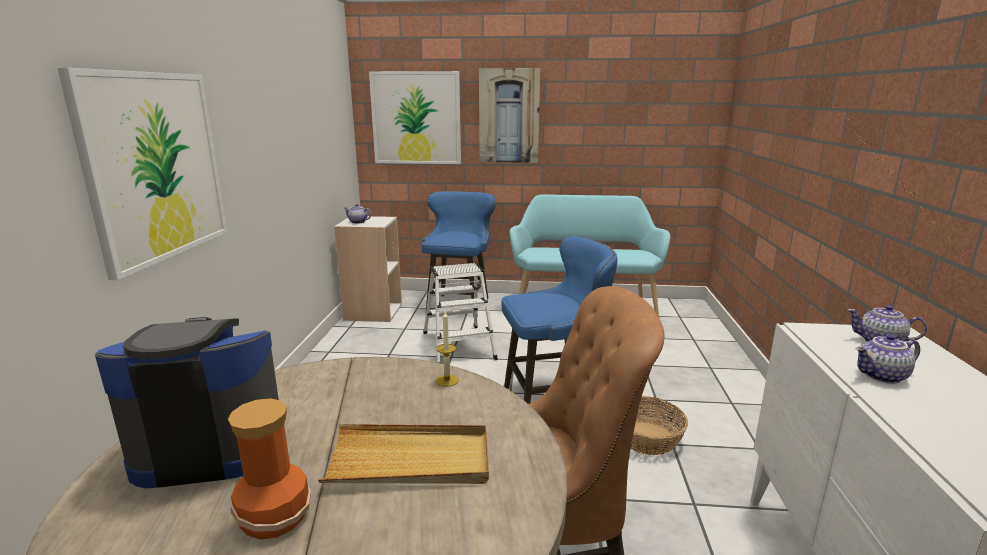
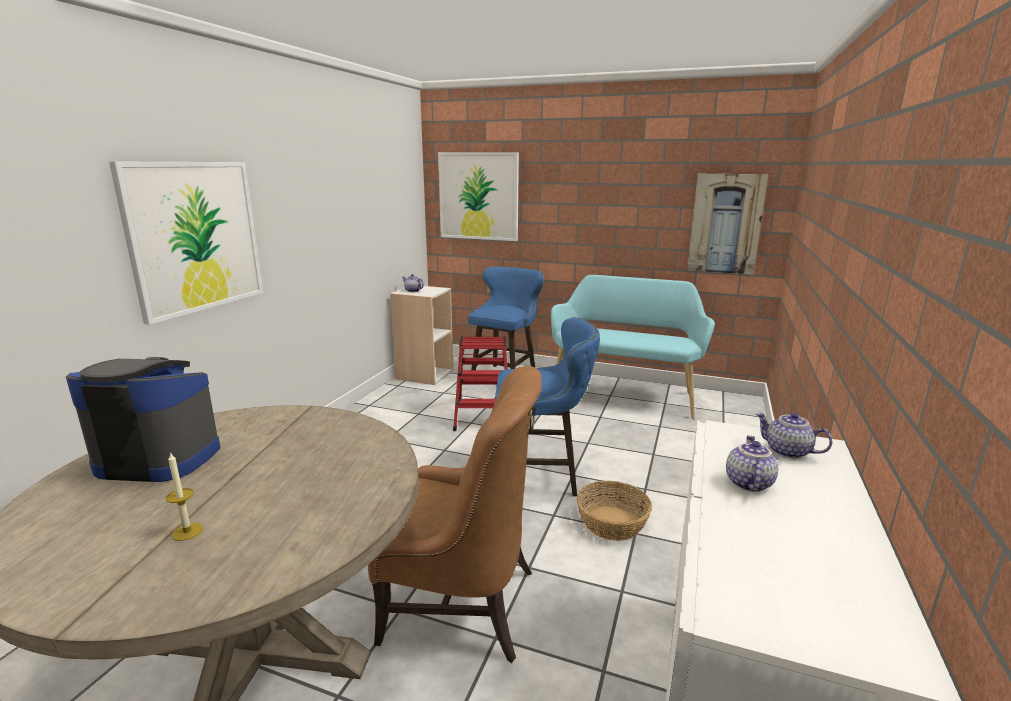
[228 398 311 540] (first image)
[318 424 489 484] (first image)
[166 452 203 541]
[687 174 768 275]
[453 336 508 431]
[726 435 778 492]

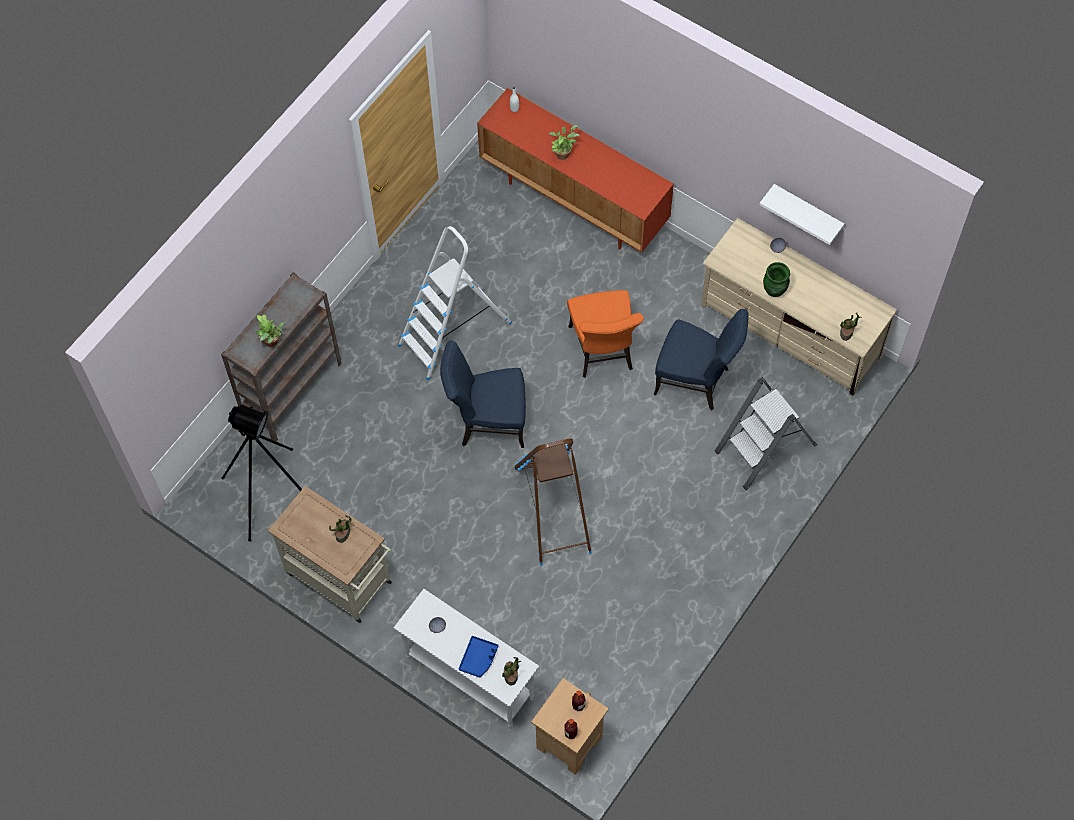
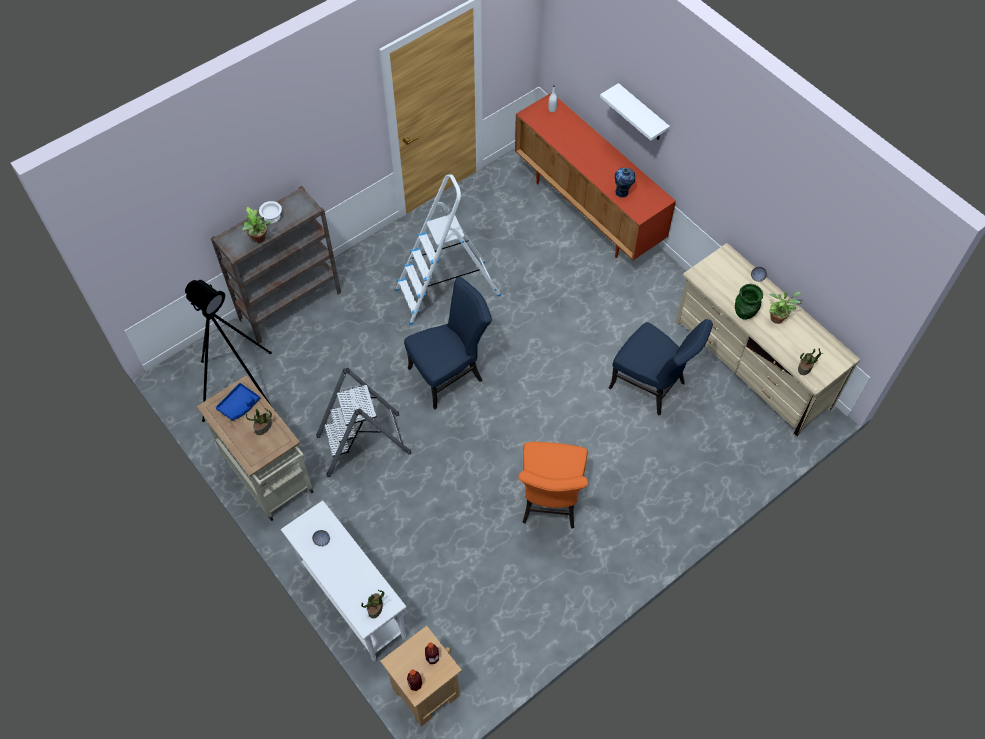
[514 438 592 566] (first image)
[259 201 282 224]
[615 168 635 197]
[216 383 261 420]
[769 291 803 324]
[518 442 588 529]
[316 368 412 477]
[600 83 670 140]
[404 277 492 410]

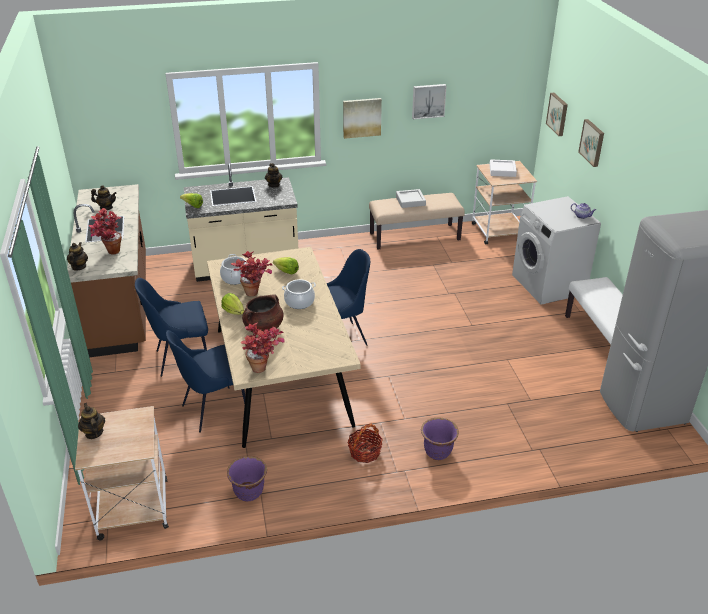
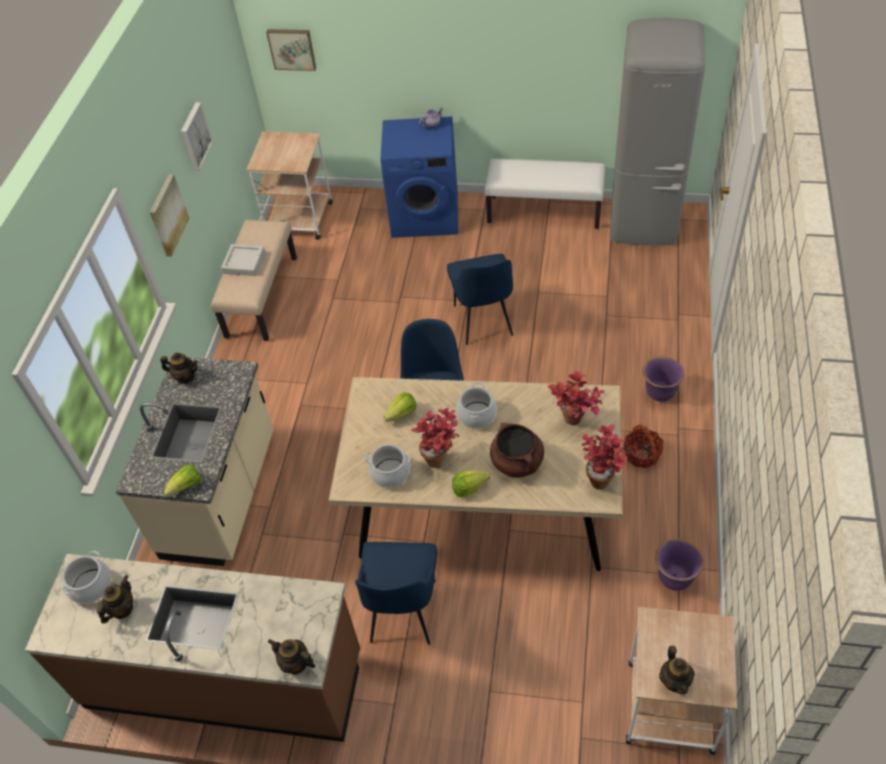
[489 159 517 177] (first image)
[578 119 604 167] (first image)
[62 551 111 604]
[548 371 605 425]
[447 254 513 345]
[380 117 458 238]
[659 646 695 694]

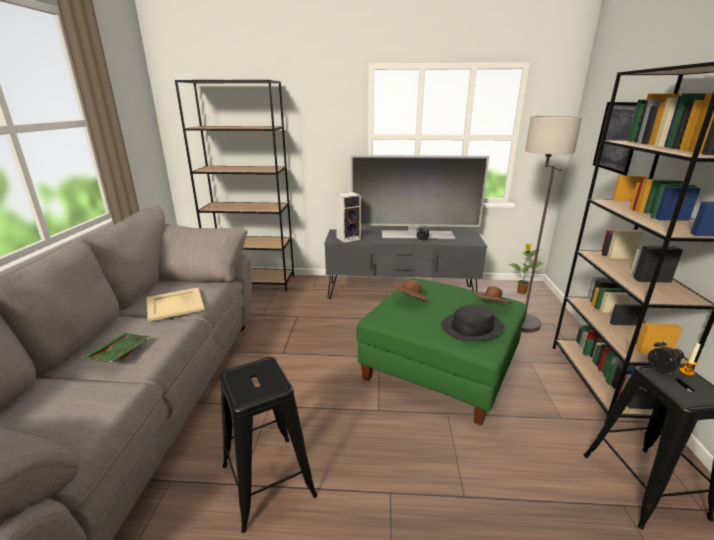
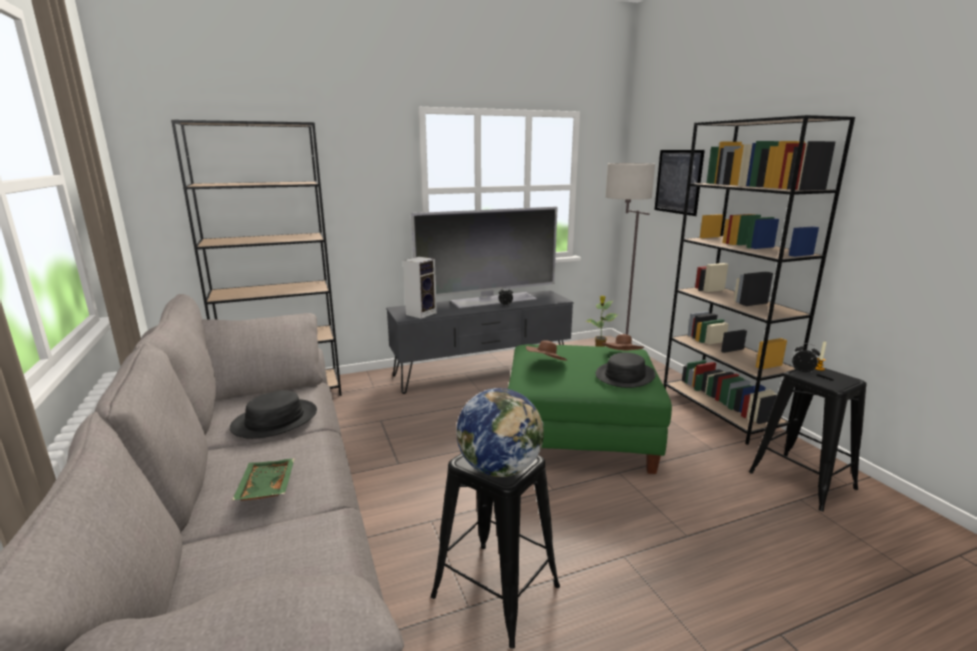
[456 388 544 477]
[230 390 317 439]

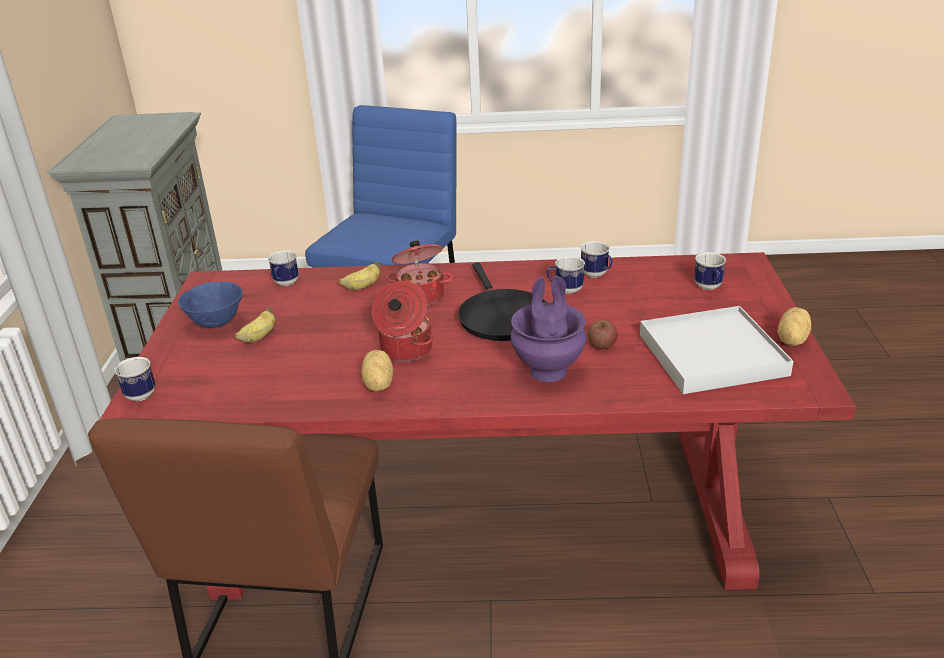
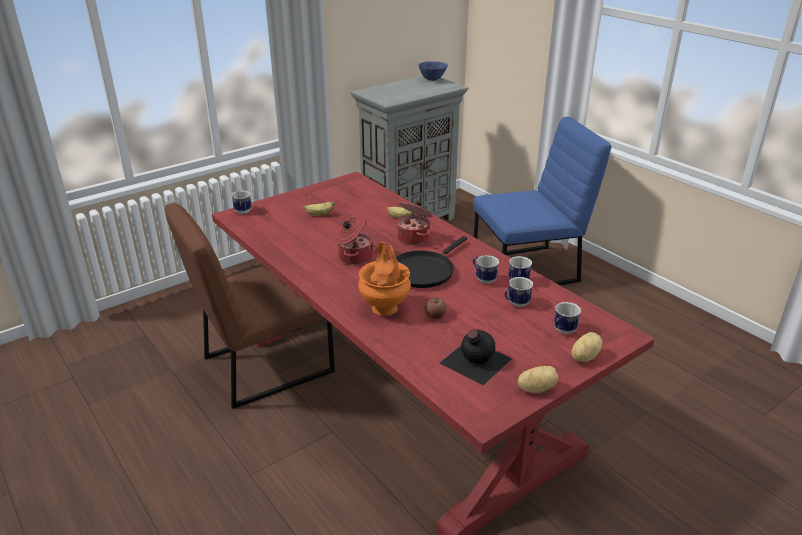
[418 61 448 81]
[505 277 533 307]
[571 332 603 362]
[440 329 512 385]
[358 242 411 316]

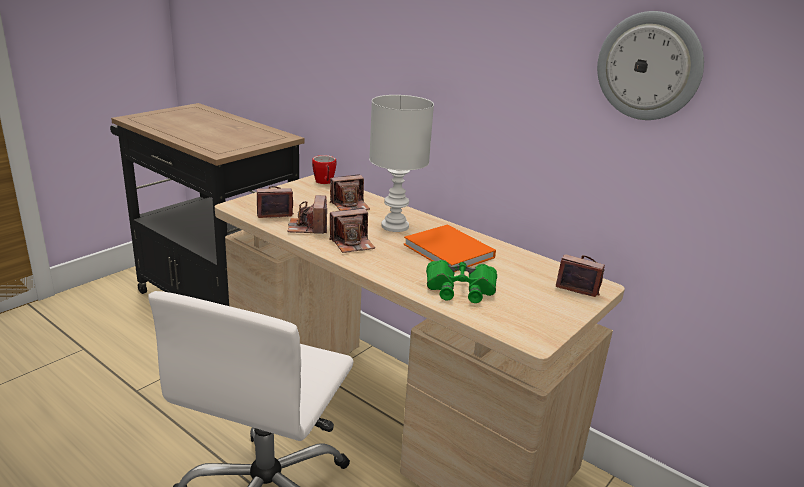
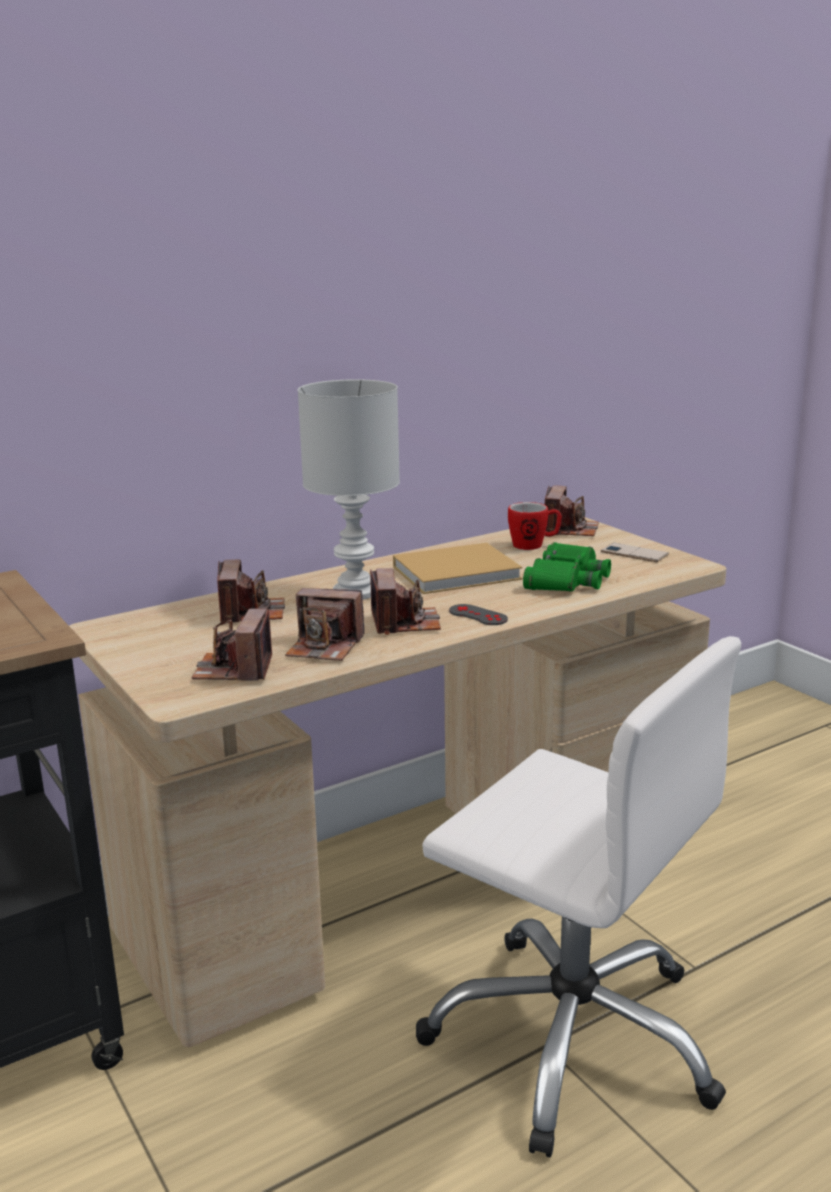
[597 11 704 120] (first image)
[449 604 508 625]
[601 543 669 562]
[508 502 562 550]
[393 543 523 594]
[545 485 599 536]

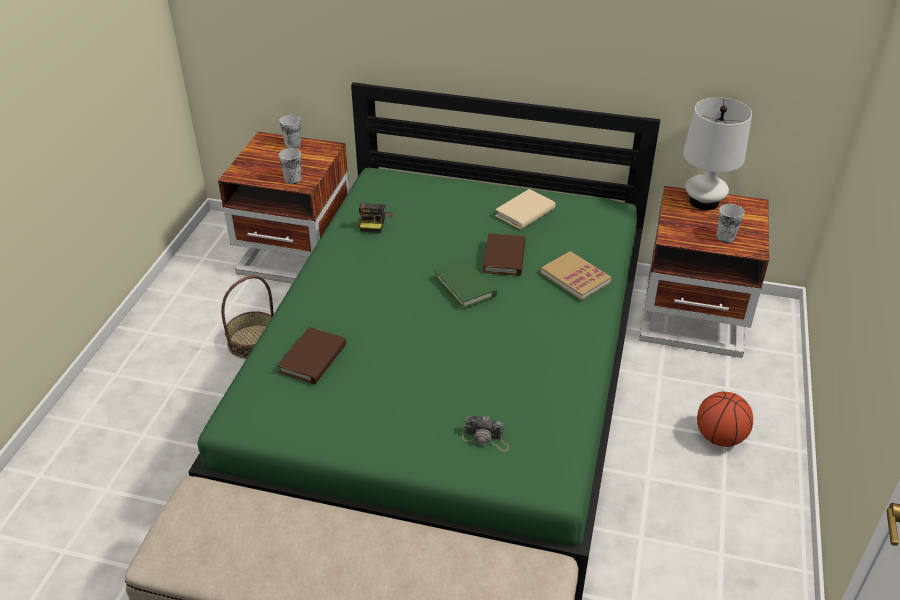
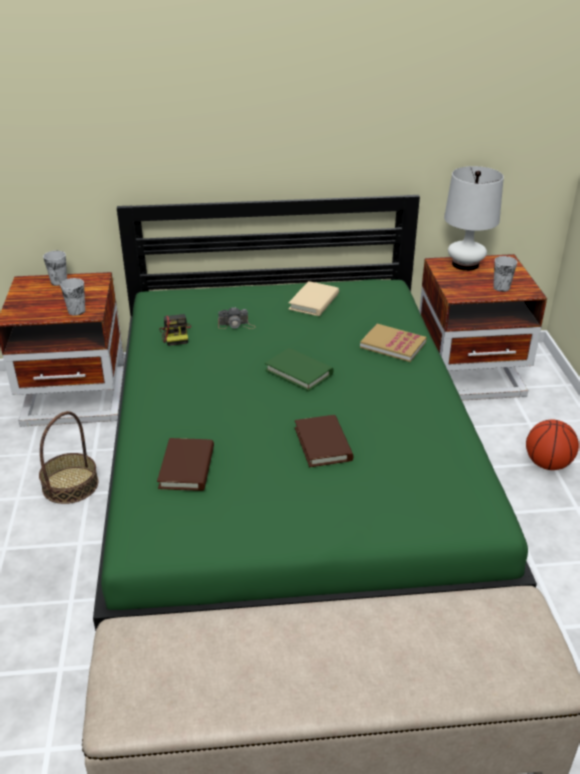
[218 307 256 329]
[295 415 354 467]

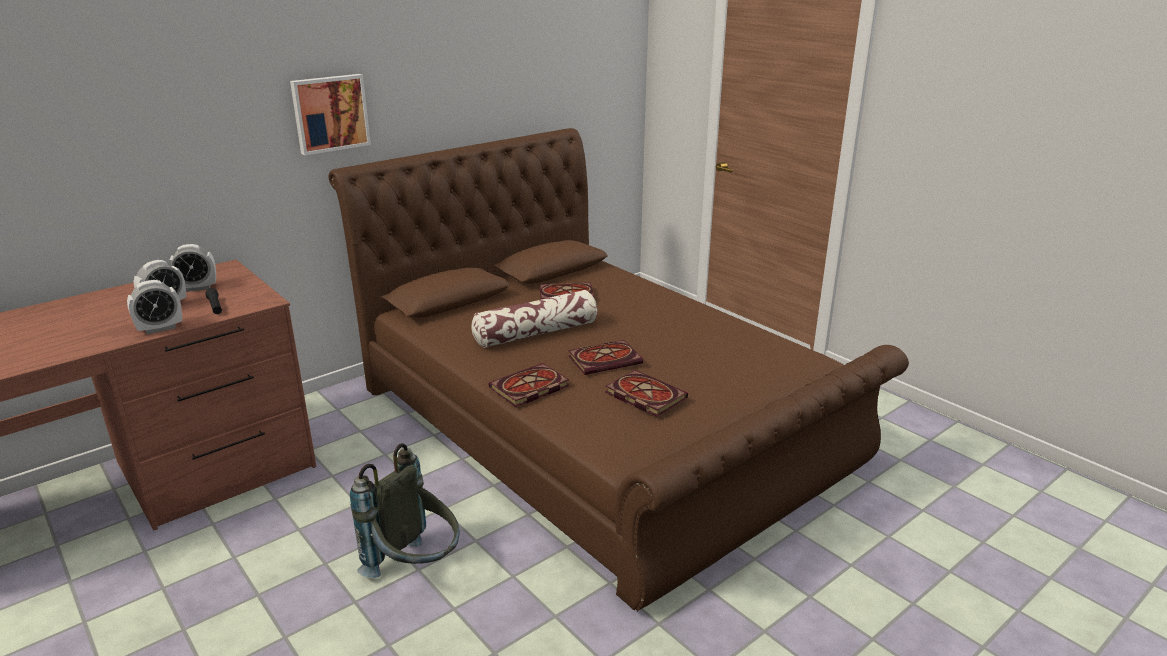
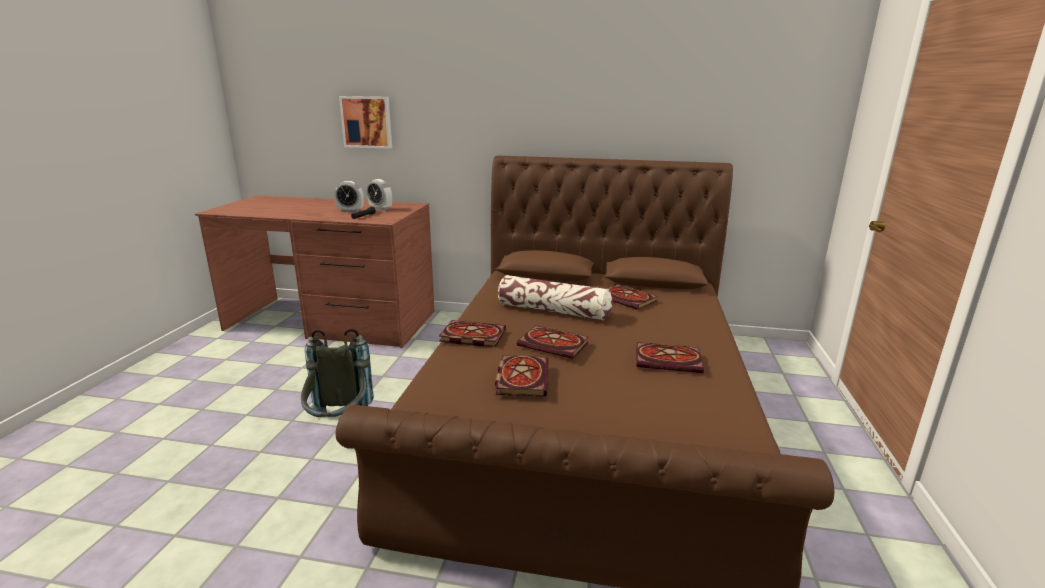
[127 280 182 334] (first image)
[636 342 704 373]
[339 96 392 149]

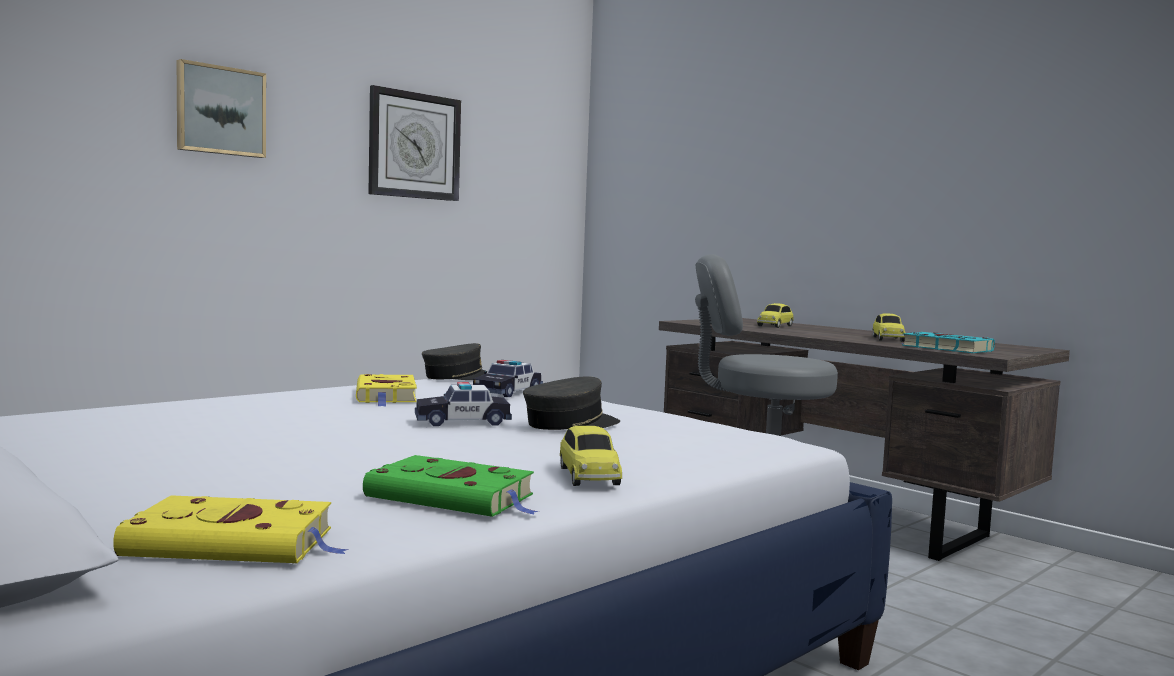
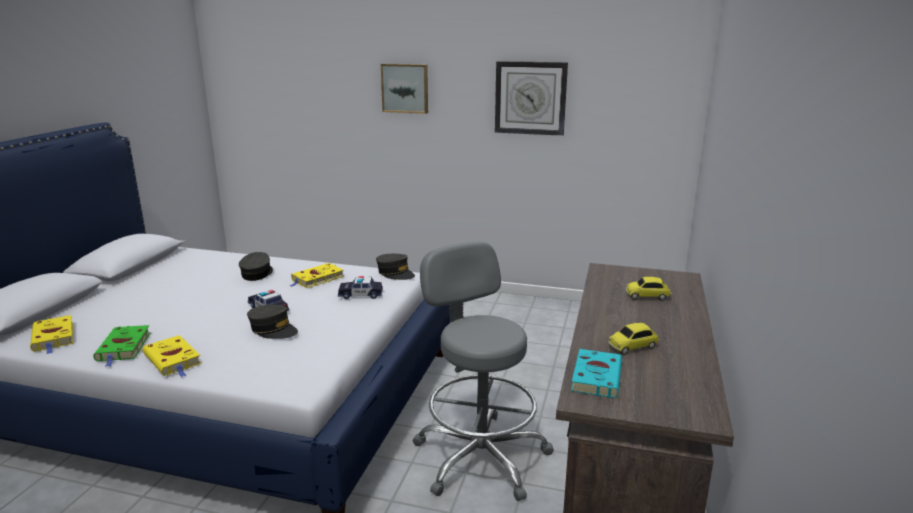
[239 252 273 281]
[142 335 201 377]

